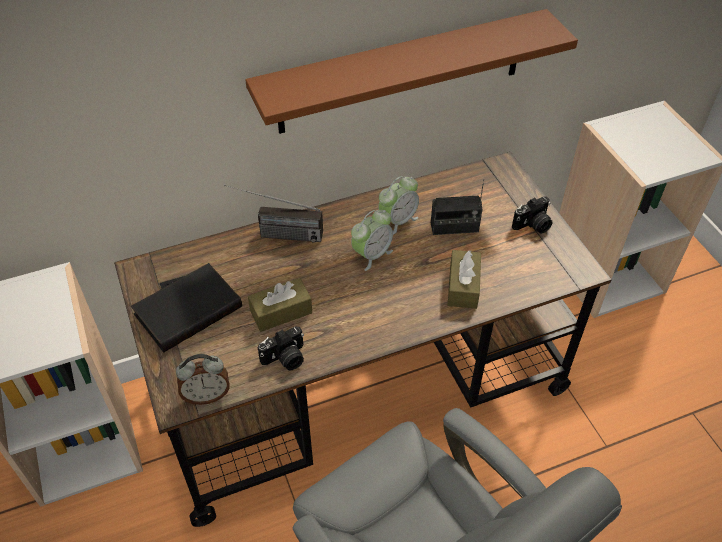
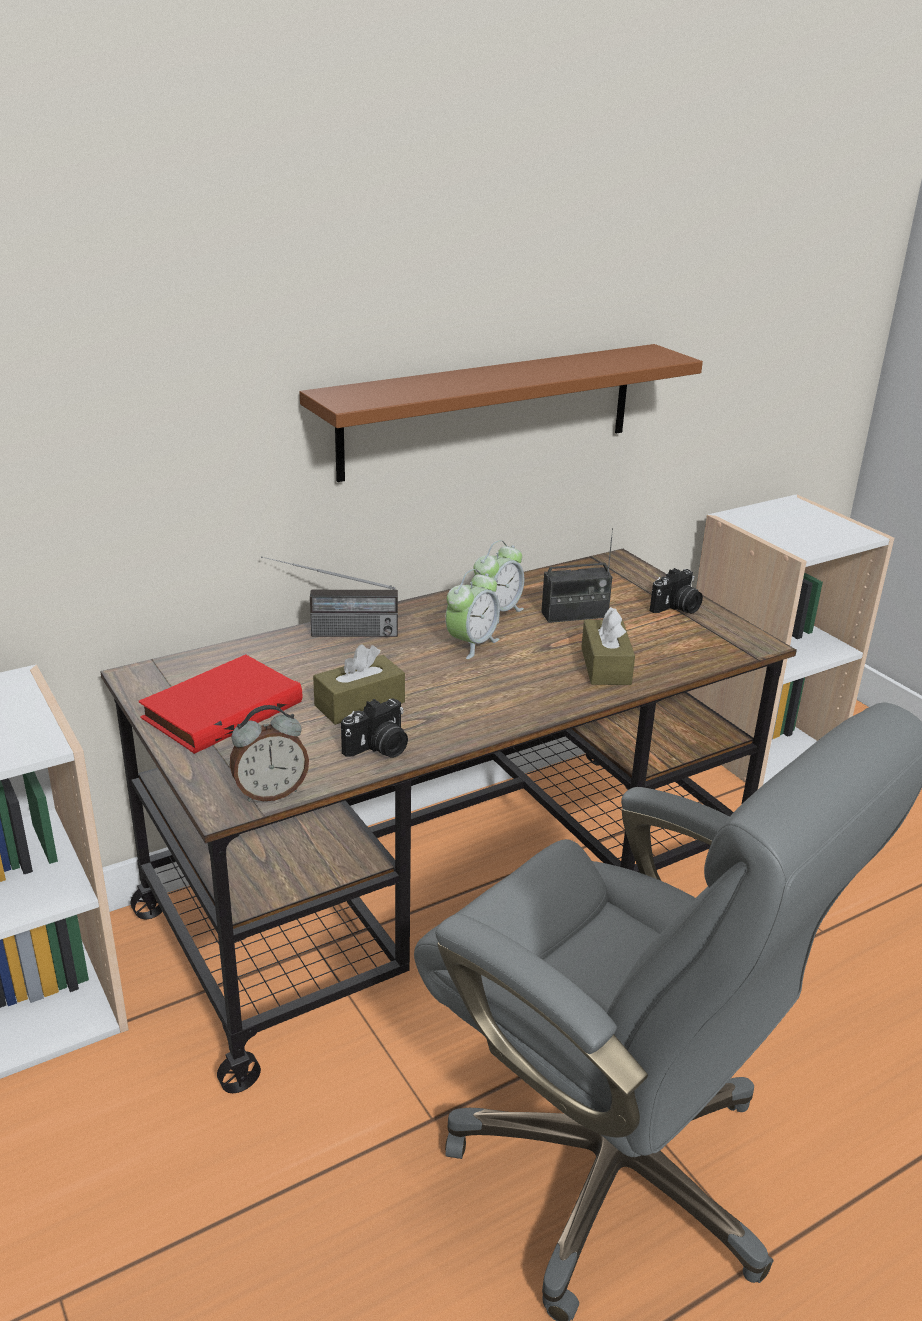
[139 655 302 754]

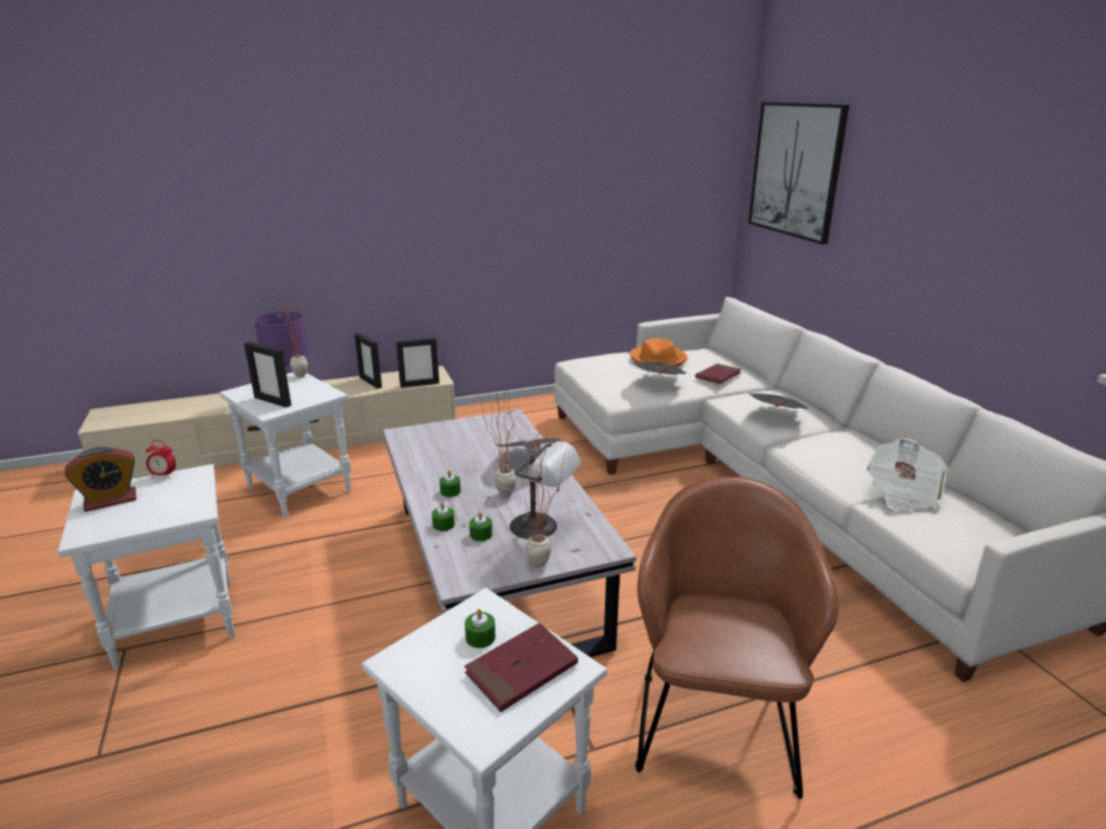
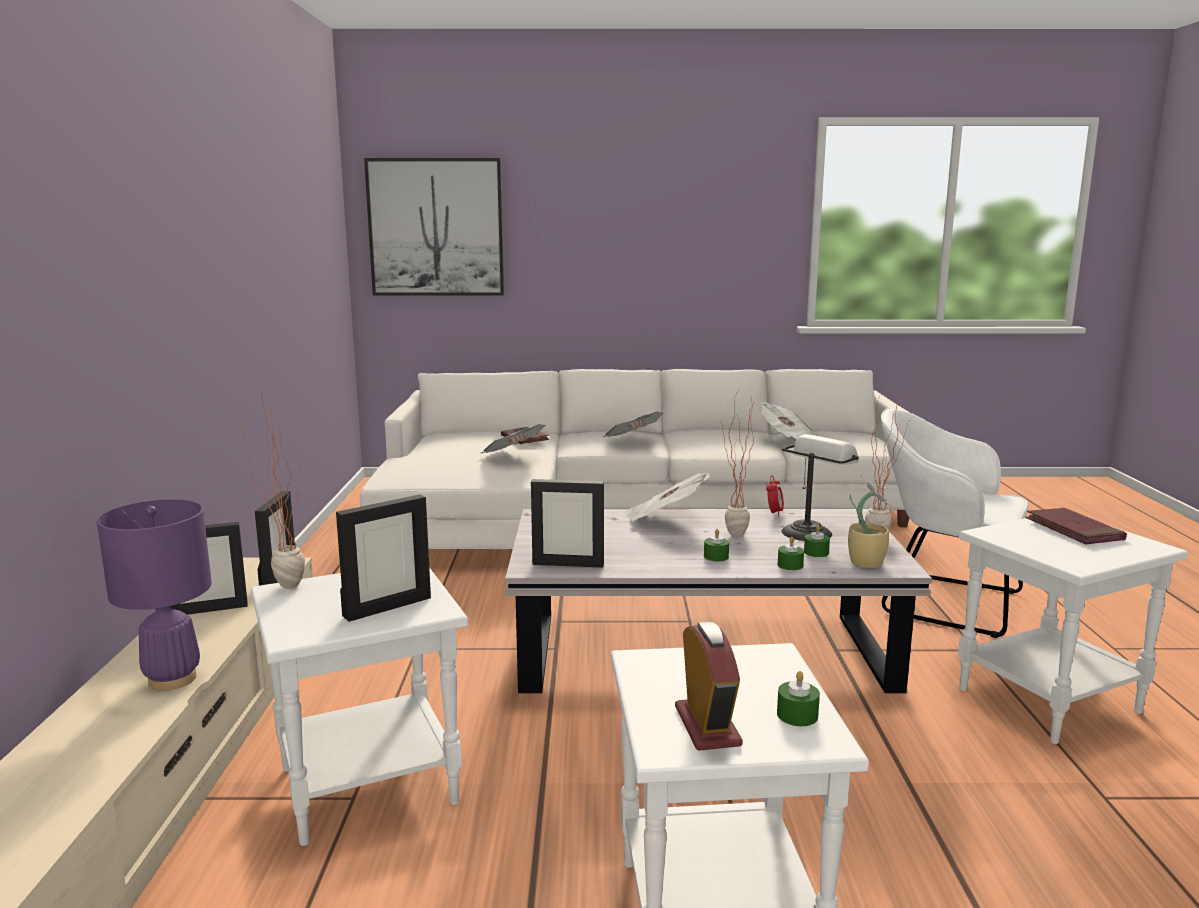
[630 338 687 367] (first image)
[531 479 604 568]
[848 472 894 568]
[766 475 784 517]
[777 671 820 726]
[881 408 1028 638]

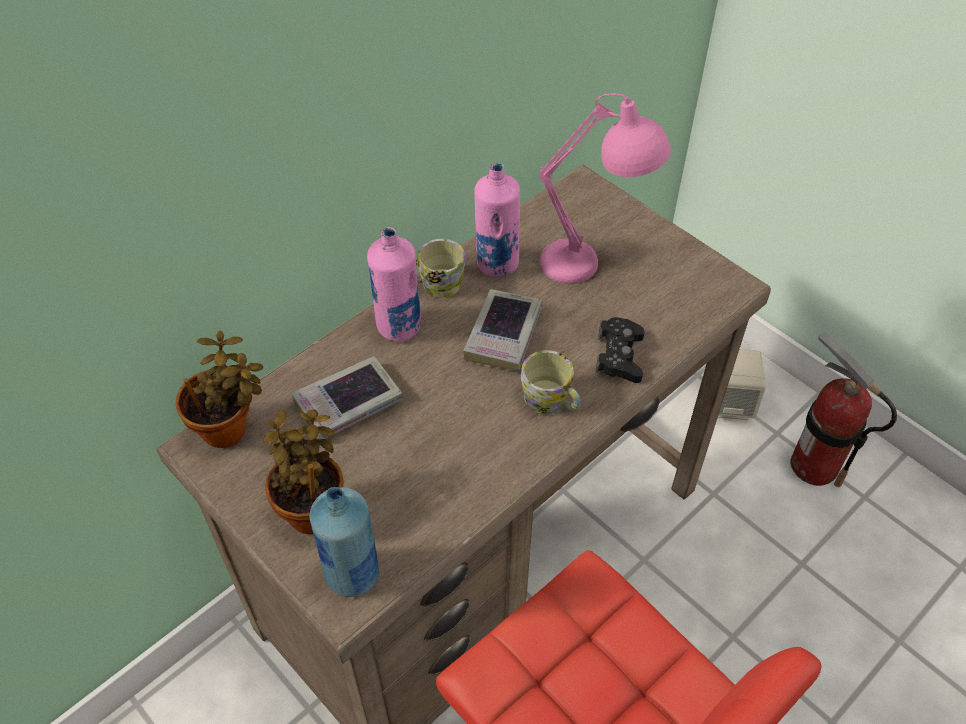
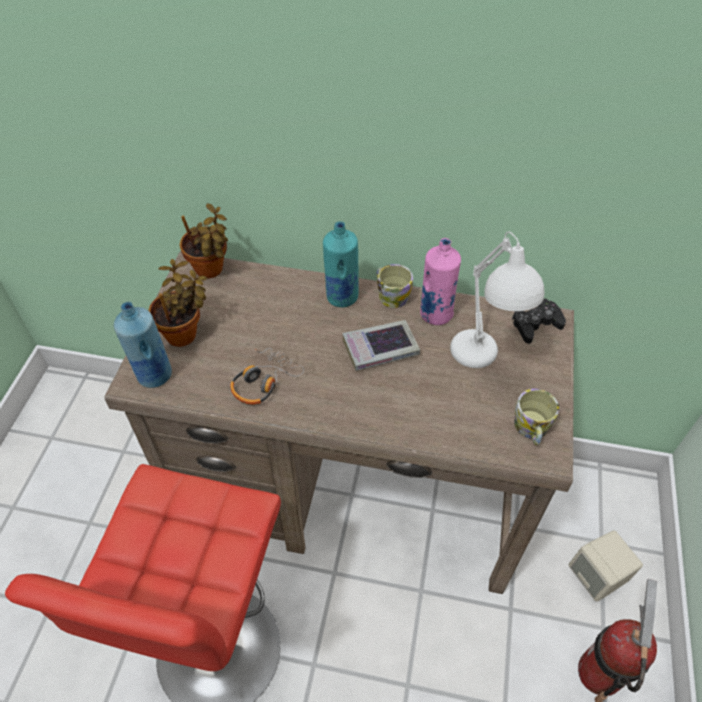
[291 356 403 440] (first image)
[230 348 304 405]
[514 389 559 445]
[512 298 566 344]
[323 221 358 307]
[450 232 544 368]

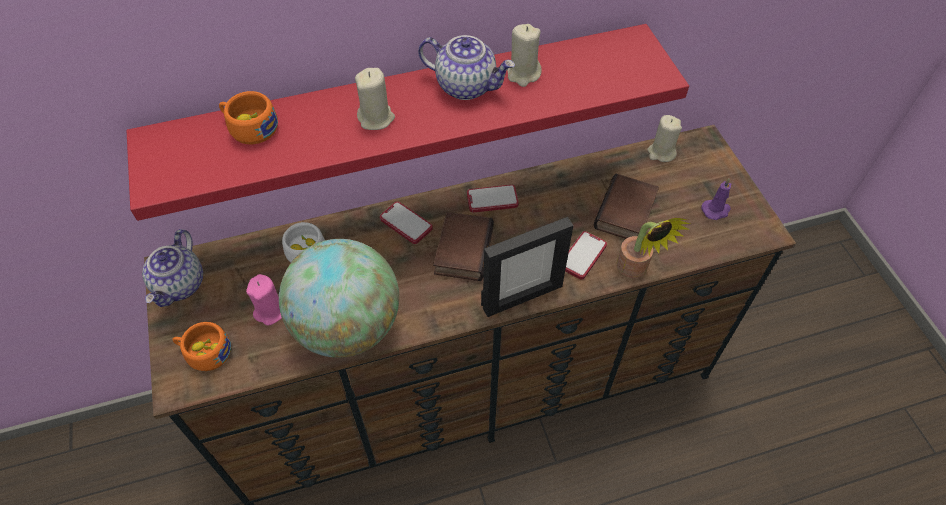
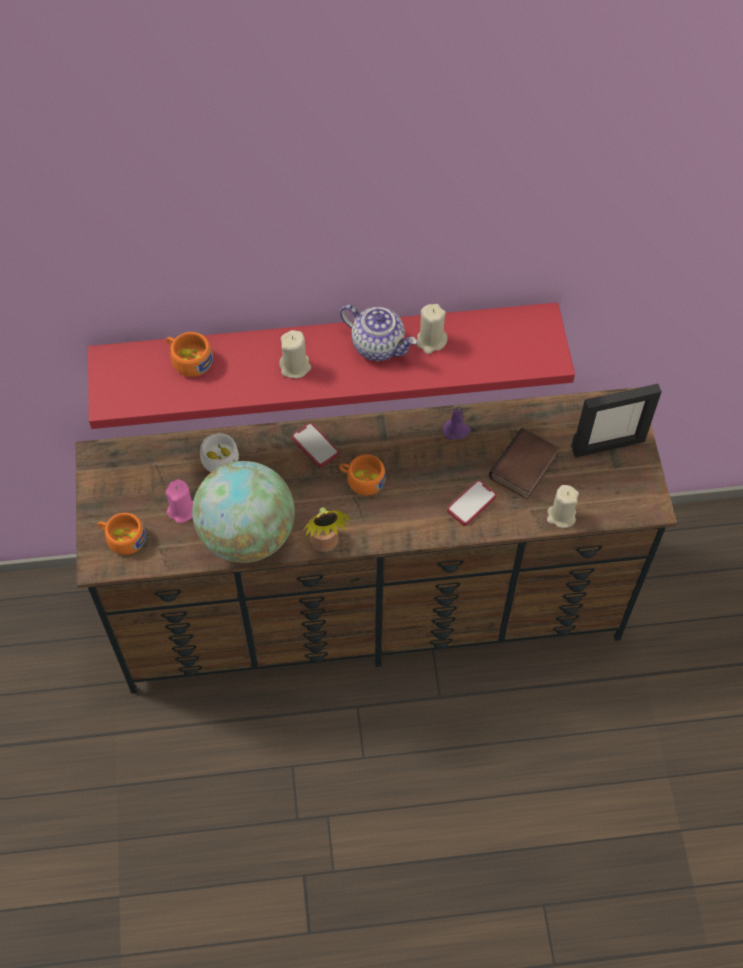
[142 229 203 307] (first image)
[467 185 519 212] (first image)
[571 384 662 458]
[304 507 352 552]
[547 485 579 528]
[443 405 471 440]
[339 454 386 495]

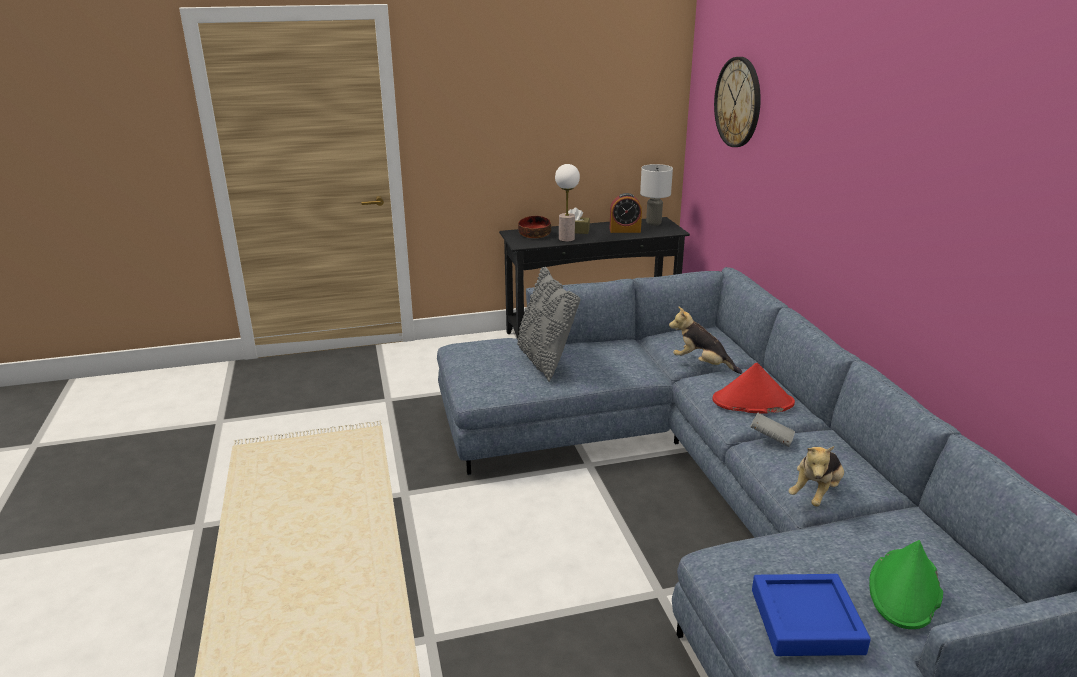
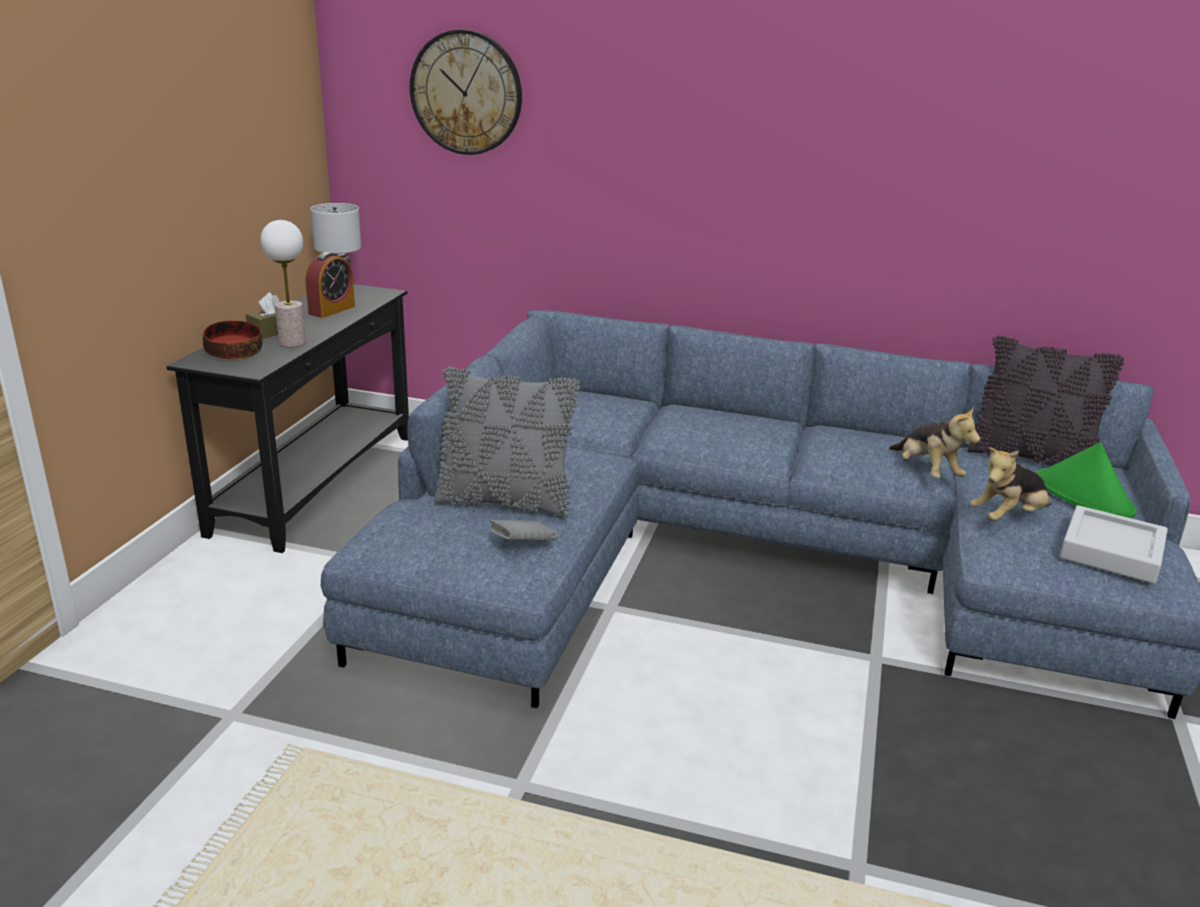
[712 363 795 414] (first image)
[967 335 1124 466]
[970 447 1051 521]
[489 520 557 541]
[1060 505 1168 583]

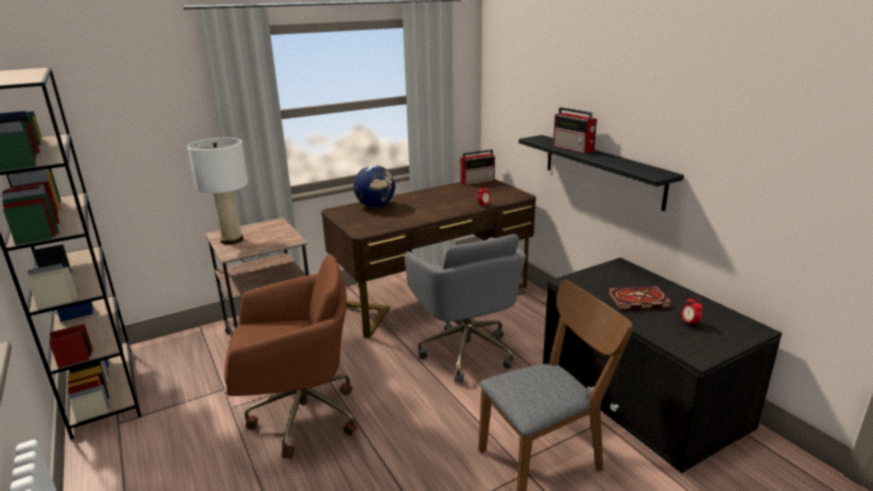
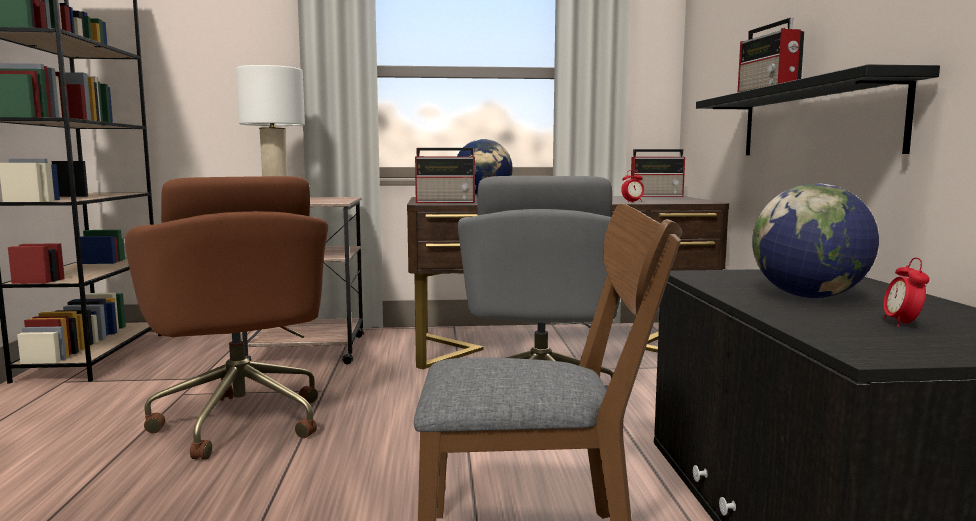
[415 148 478 203]
[752 183 879 298]
[125 176 328 460]

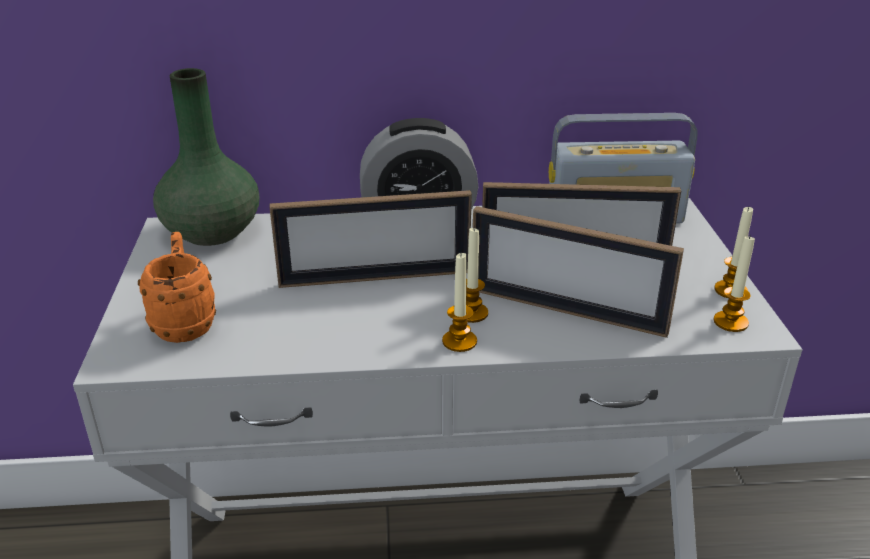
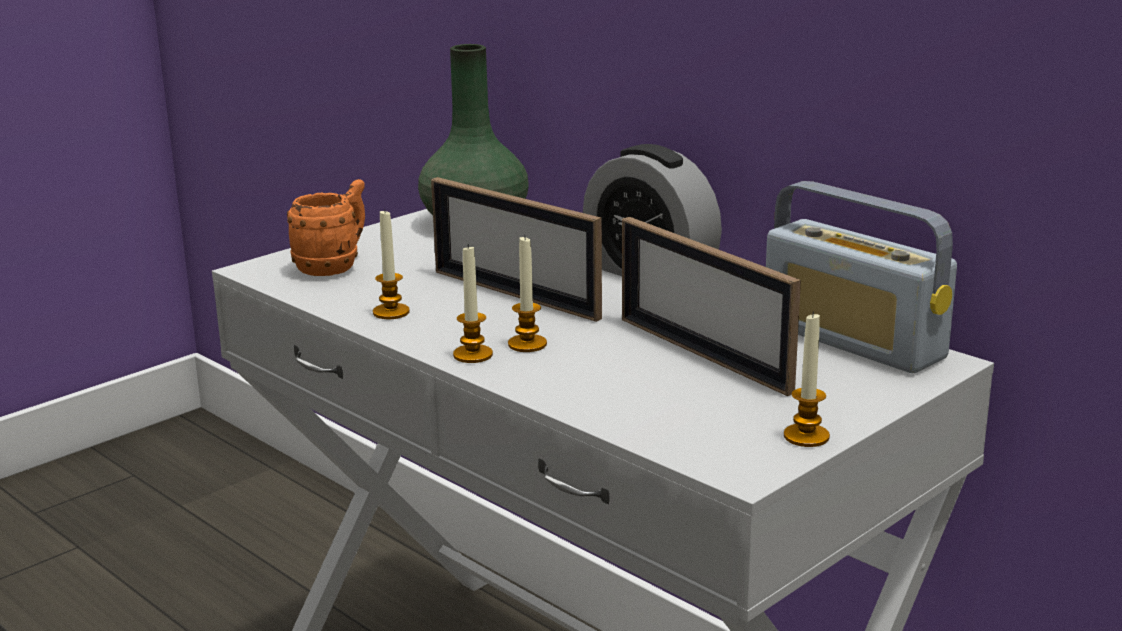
[473 206 684 338] (first image)
[373 208 410 319]

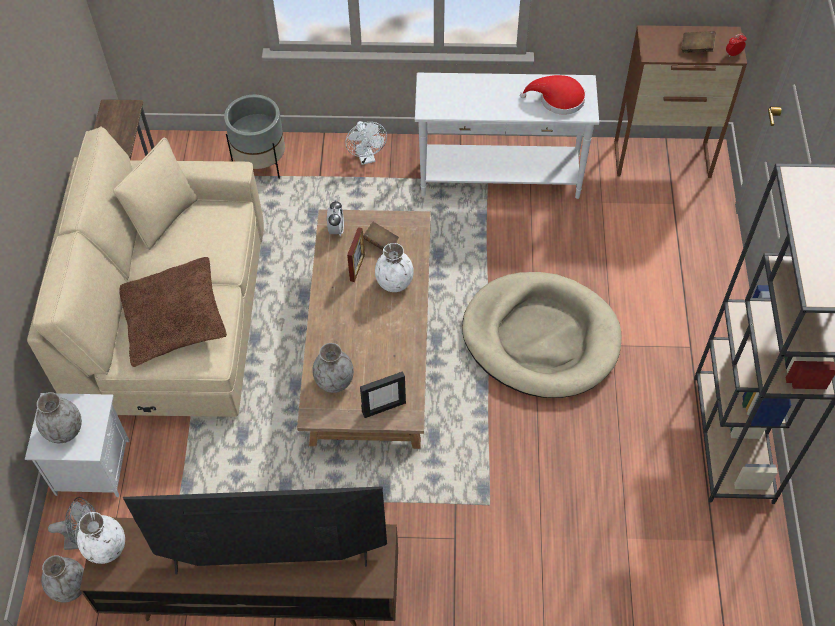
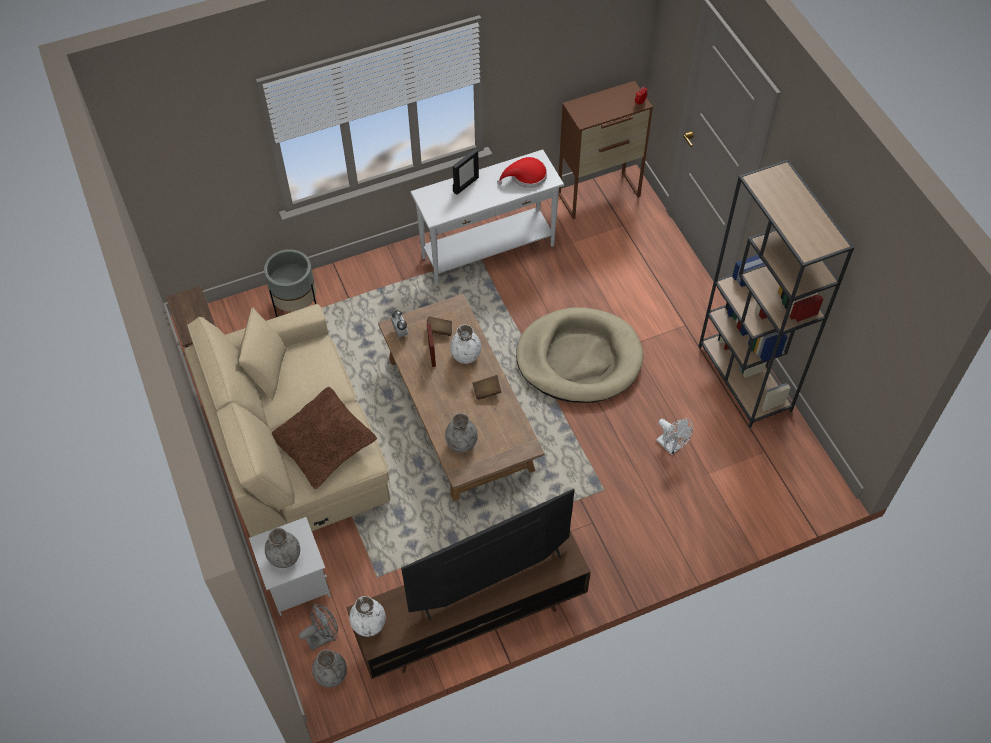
[656 418 693 455]
[453 149 479 195]
[473 375 501 400]

